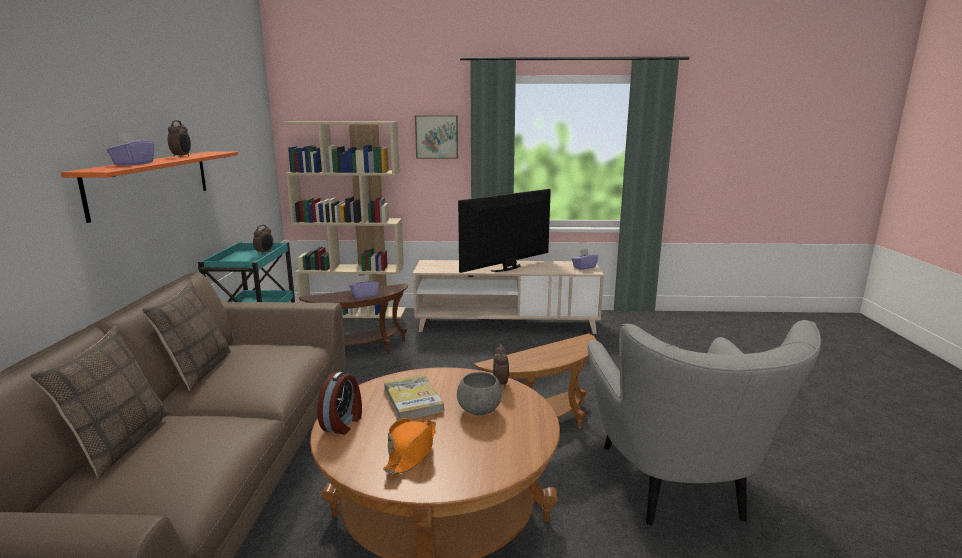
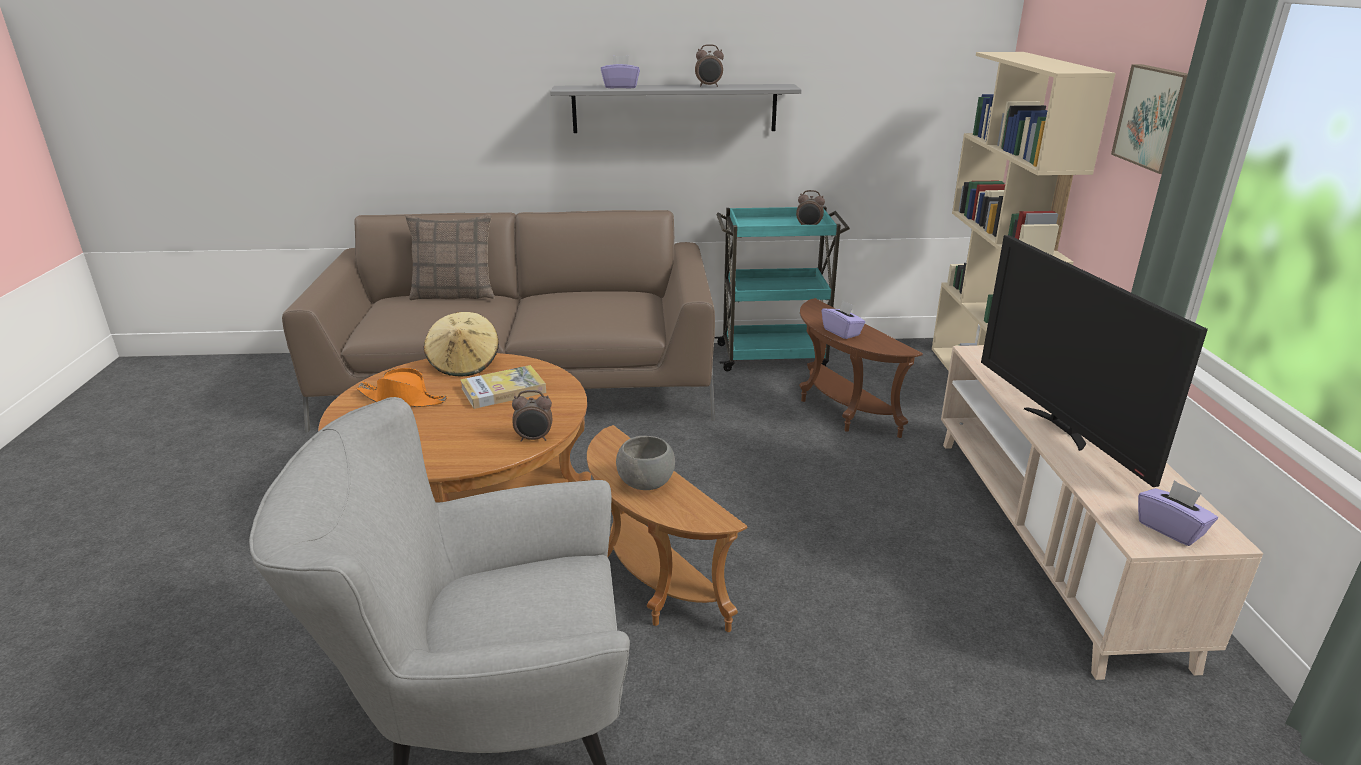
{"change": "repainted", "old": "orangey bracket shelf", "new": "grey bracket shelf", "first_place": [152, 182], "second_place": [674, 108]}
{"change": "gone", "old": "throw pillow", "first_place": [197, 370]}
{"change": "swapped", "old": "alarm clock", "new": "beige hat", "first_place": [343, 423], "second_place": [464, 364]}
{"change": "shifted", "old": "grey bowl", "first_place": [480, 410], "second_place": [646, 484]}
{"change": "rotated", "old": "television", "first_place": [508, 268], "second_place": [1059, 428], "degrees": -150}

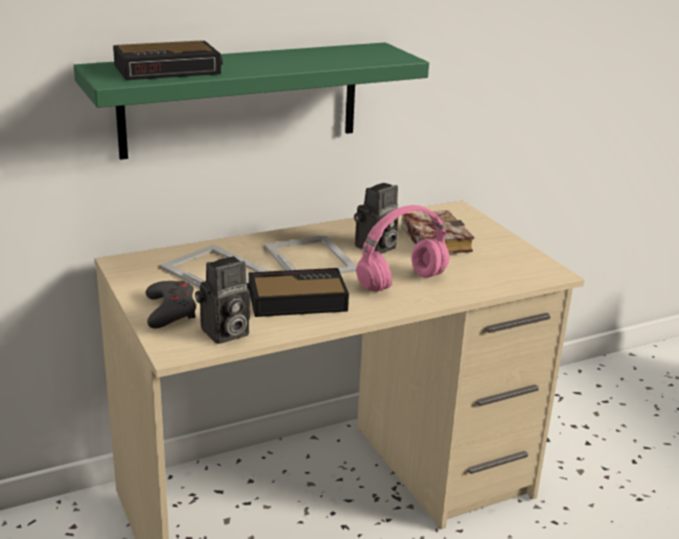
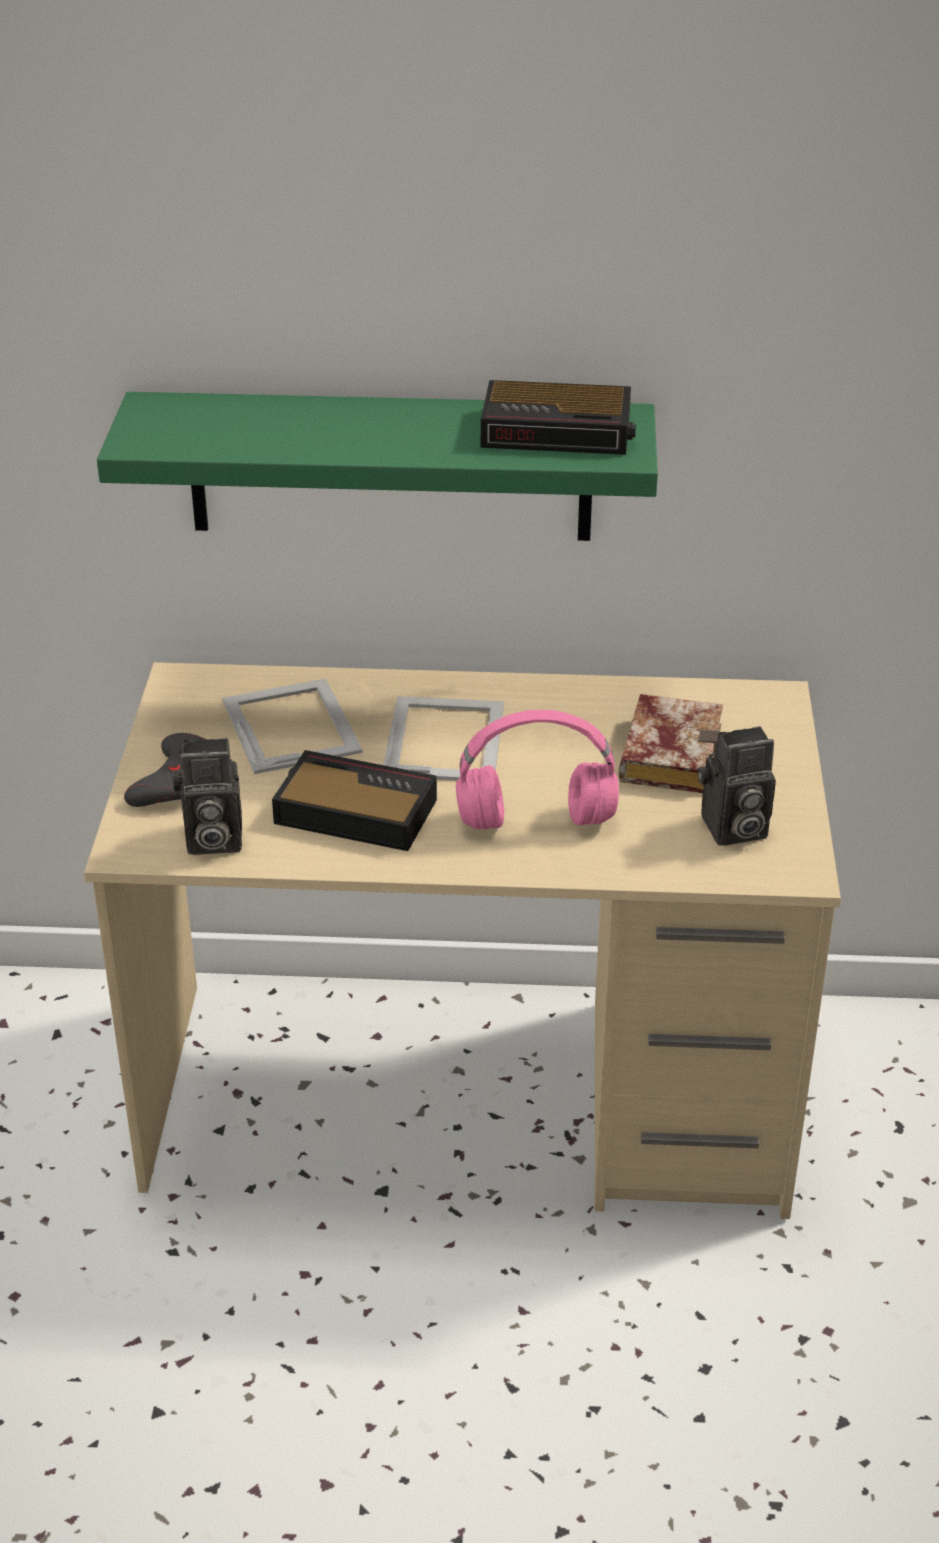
{"change": "shifted", "old": "alarm clock", "first_place": [169, 69], "second_place": [560, 431]}
{"change": "shifted", "old": "photo camera", "first_place": [375, 248], "second_place": [732, 830]}

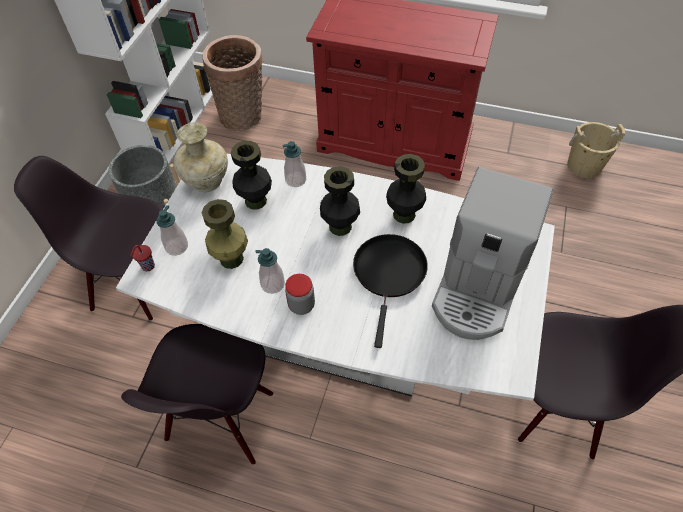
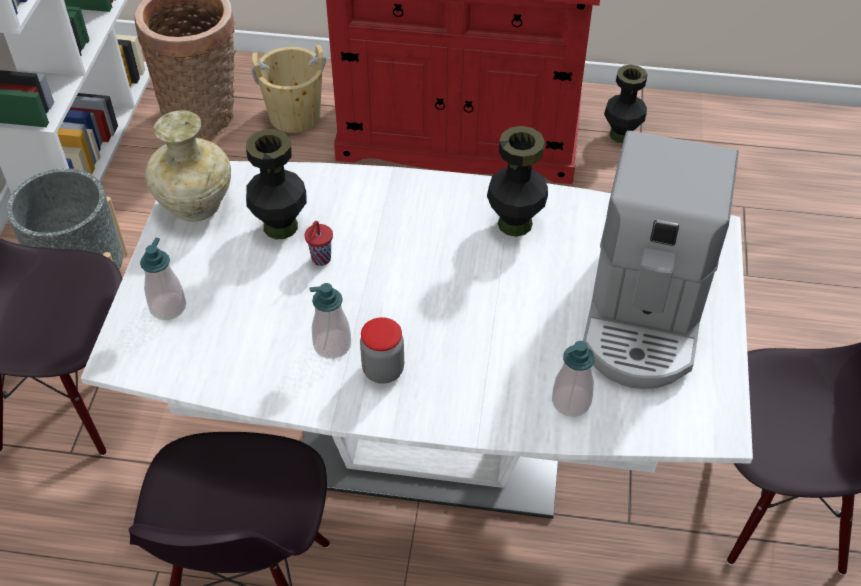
{"change": "shifted", "old": "red drinking cup", "first_place": [147, 267], "second_place": [320, 260]}
{"change": "gone", "old": "green-coloured vase", "first_place": [231, 259]}
{"change": "shifted", "old": "soap dispenser", "first_place": [295, 180], "second_place": [571, 401]}
{"change": "shifted", "old": "black-coloured vase", "first_place": [340, 226], "second_place": [621, 134]}
{"change": "gone", "old": "black-coloured pan", "first_place": [389, 274]}
{"change": "shifted", "old": "beige bucket", "first_place": [584, 166], "second_place": [295, 115]}

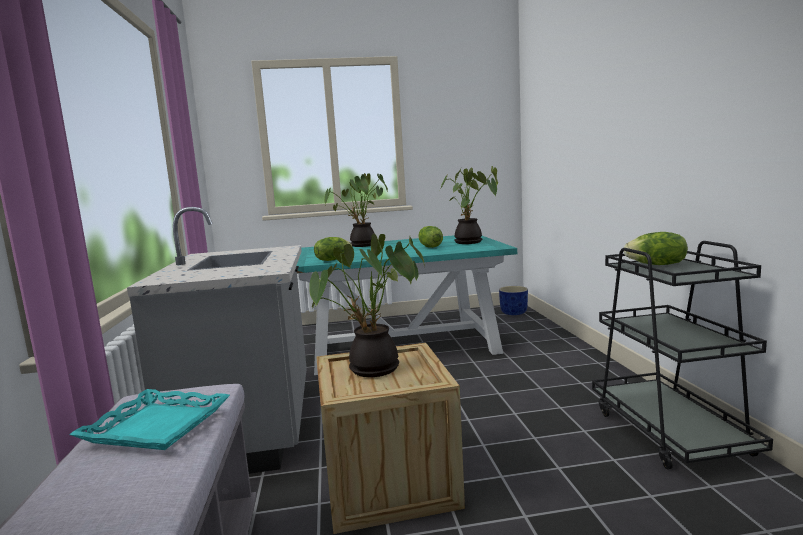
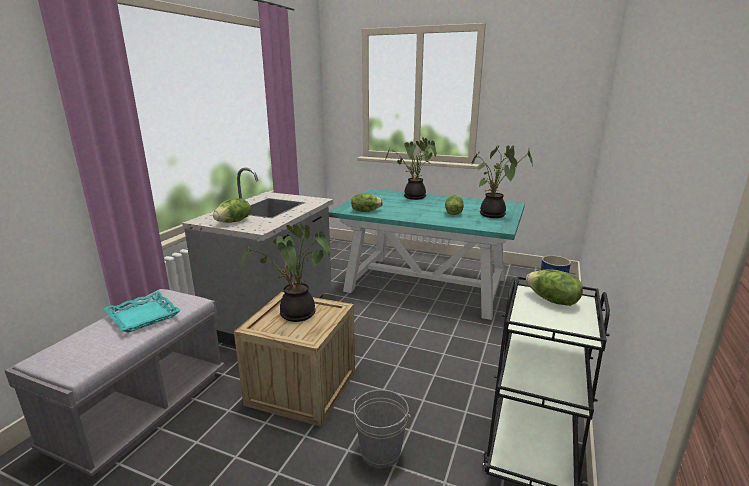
{"change": "new", "new": "lettuce", "second_place": [234, 222]}
{"change": "new", "new": "grey bucket", "second_place": [380, 451]}

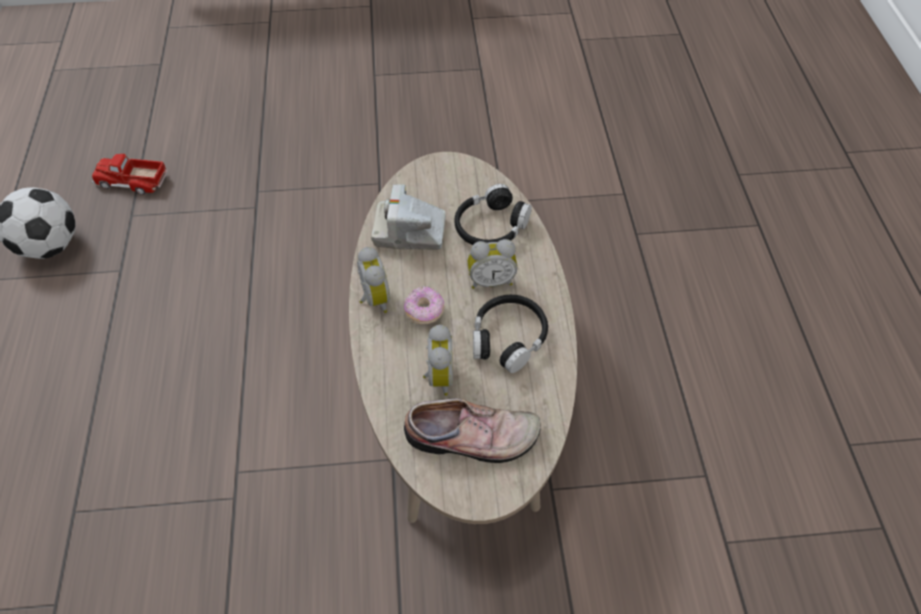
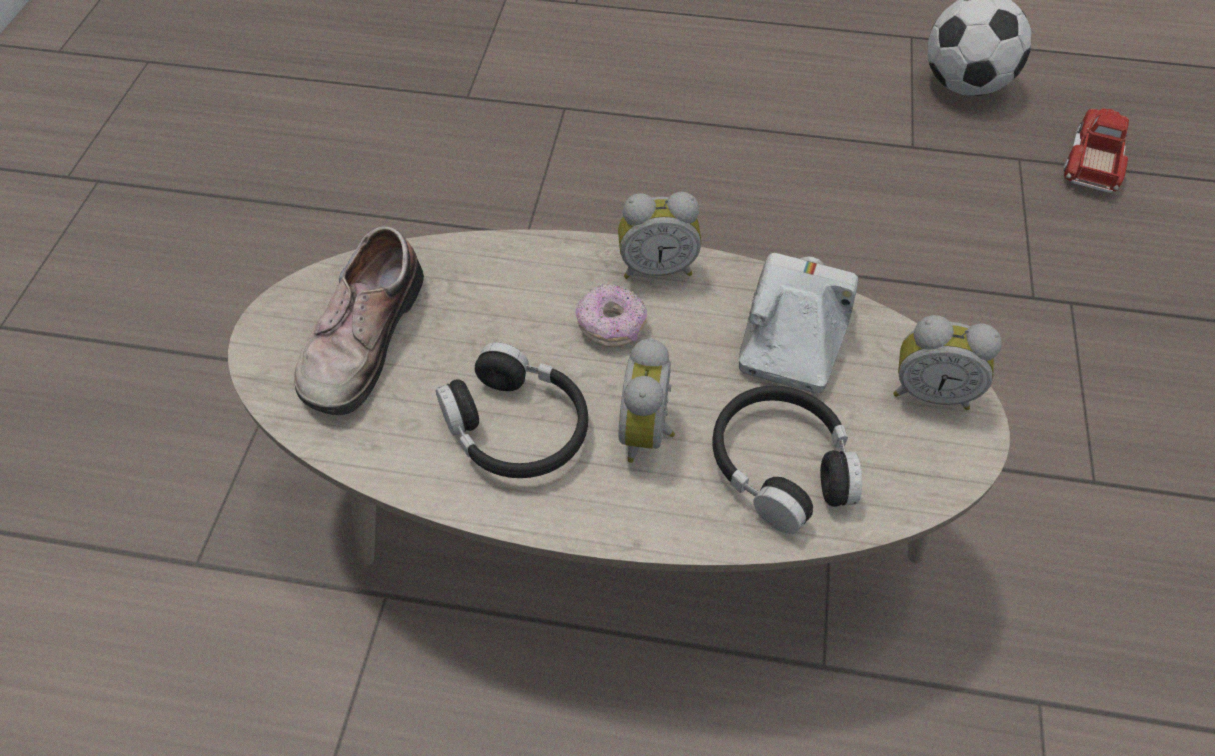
{"change": "shifted", "old": "alarm clock", "first_place": [437, 377], "second_place": [931, 391]}

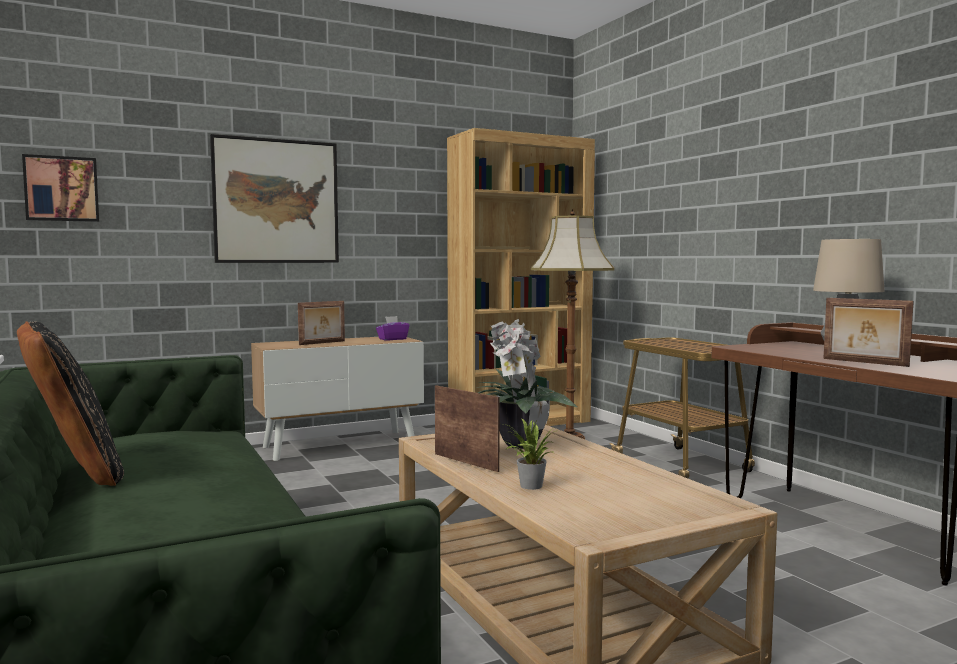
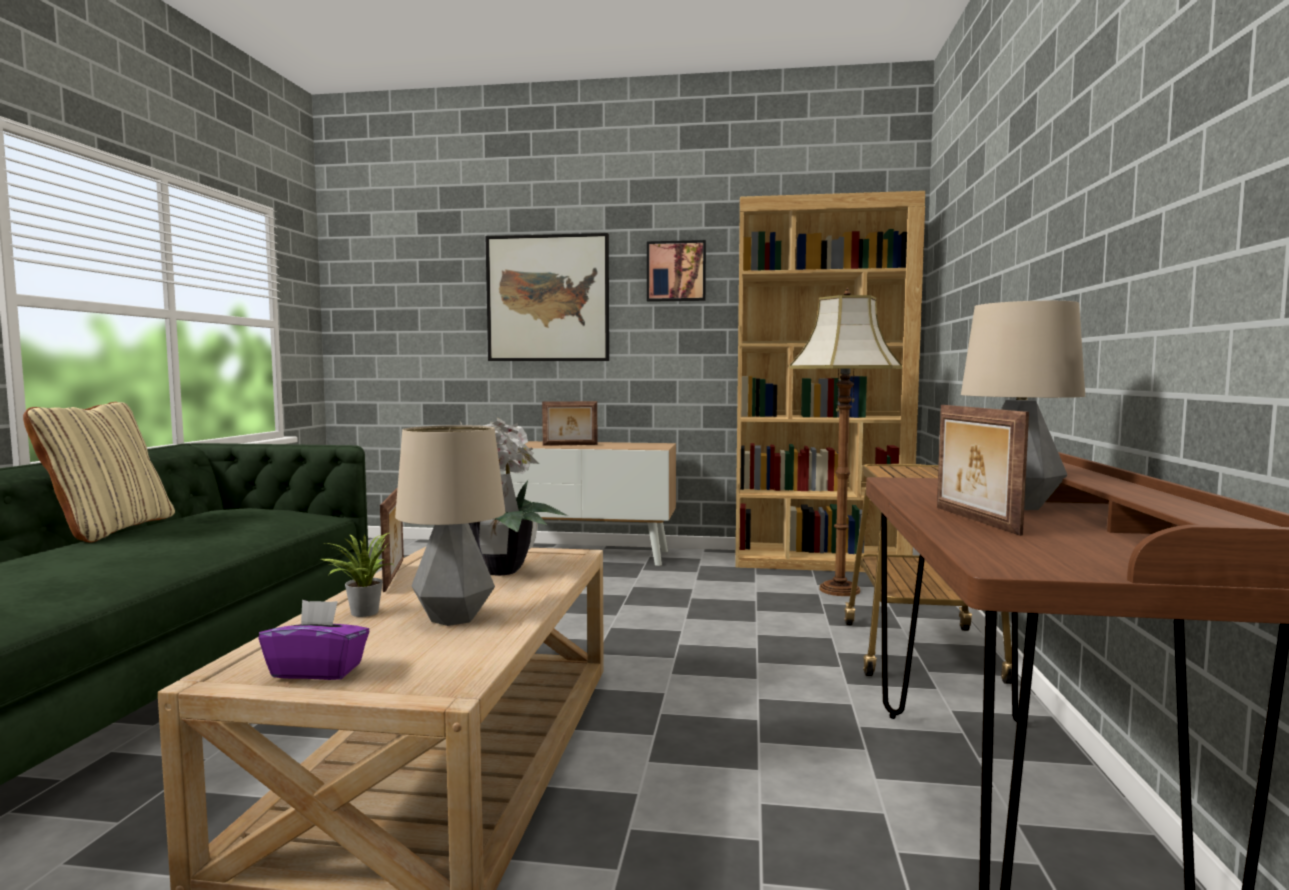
{"change": "repainted", "old": "black-coloured throw pillow", "new": "beige throw pillow", "first_place": [73, 473], "second_place": [109, 529]}
{"change": "shifted", "old": "wall picture", "first_place": [62, 189], "second_place": [676, 271]}
{"change": "shifted", "old": "purplish tissue holder", "first_place": [392, 339], "second_place": [317, 670]}
{"change": "new", "new": "table lamp", "second_place": [453, 618]}

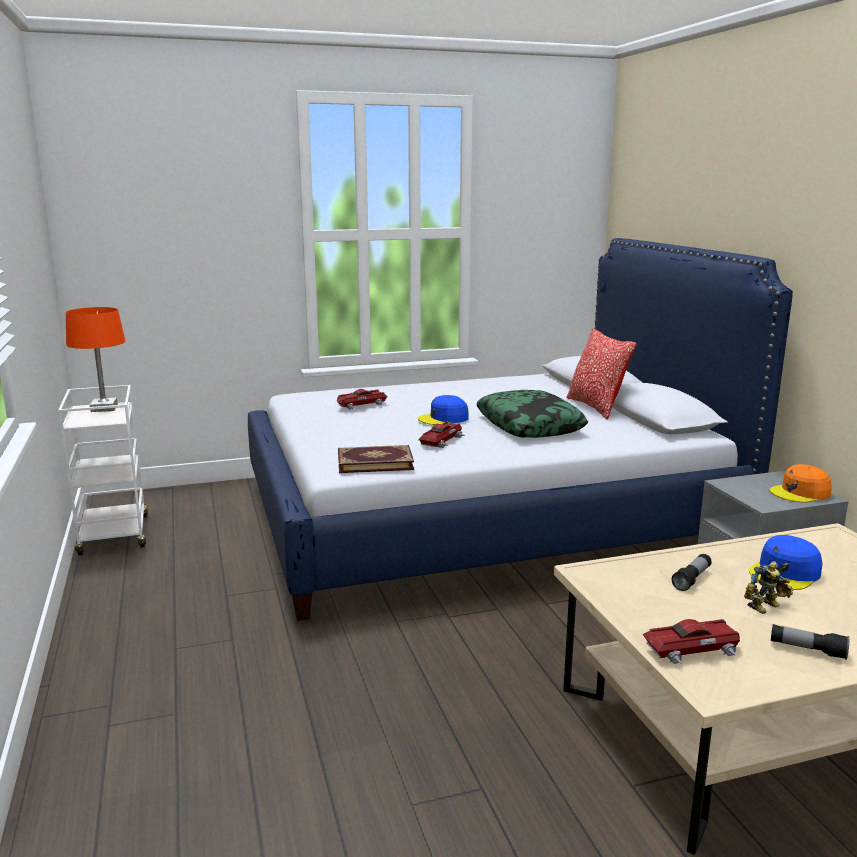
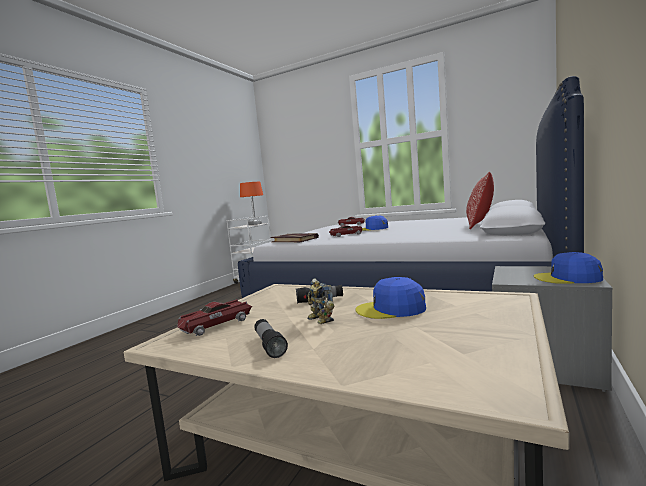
{"change": "gone", "old": "throw pillow", "first_place": [530, 425]}
{"change": "rotated", "old": "model car", "first_place": [692, 648], "second_place": [216, 324], "degrees": 105}
{"change": "rotated", "old": "toy robot", "first_place": [766, 607], "second_place": [319, 320], "degrees": 45}
{"change": "repainted", "old": "orangey baseball cap", "new": "blue-coloured baseball cap", "first_place": [800, 493], "second_place": [568, 278]}

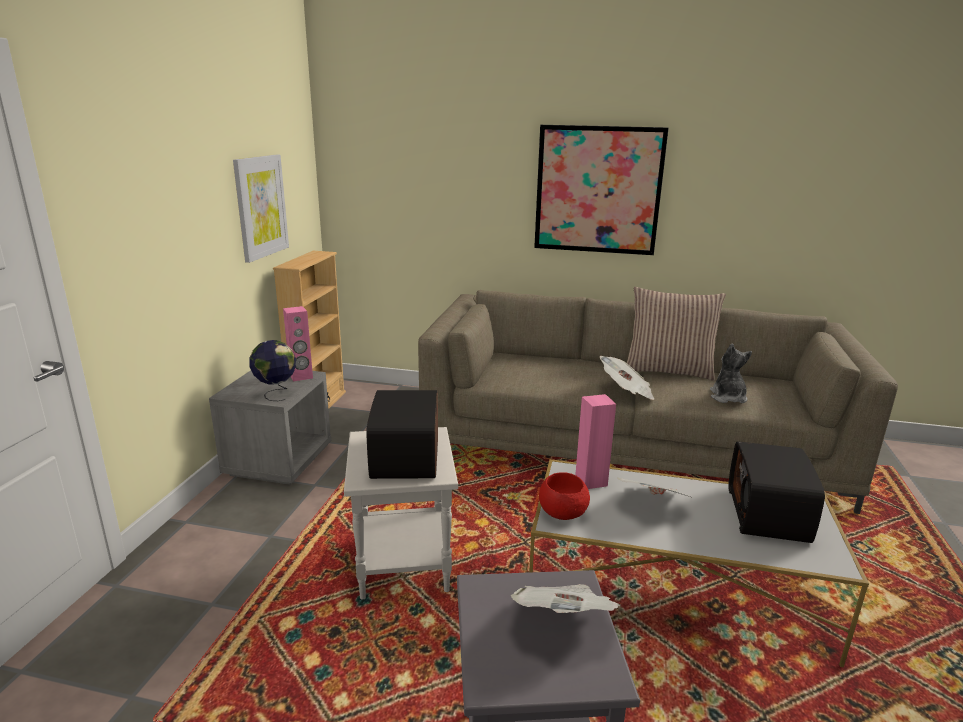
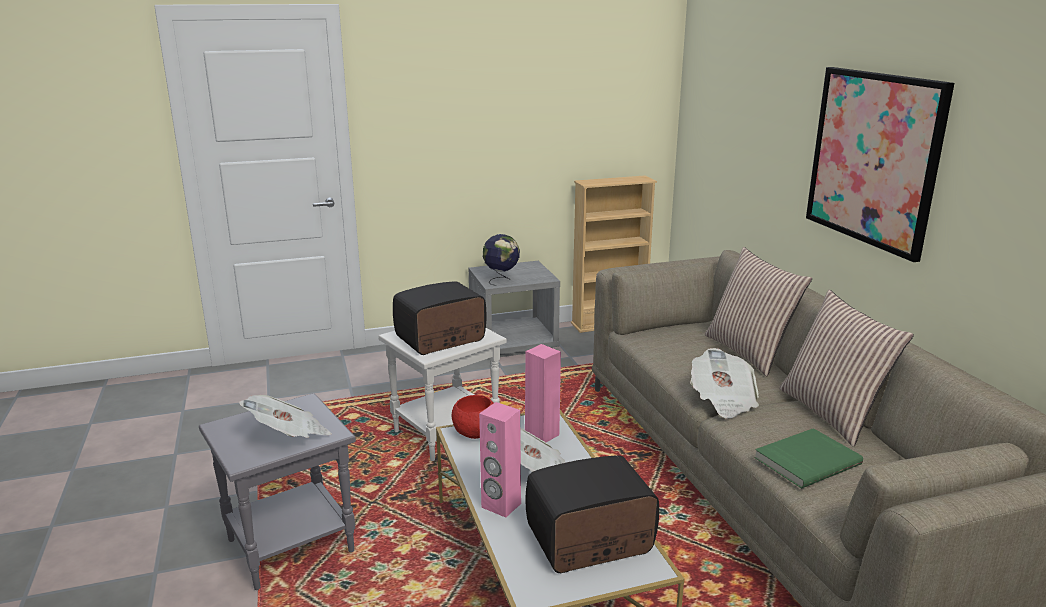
{"change": "gone", "old": "wall picture", "first_place": [261, 206]}
{"change": "shifted", "old": "pinkish loudspeaker", "first_place": [301, 376], "second_place": [501, 505]}
{"change": "swapped", "old": "soft toy", "new": "green-coloured book", "first_place": [727, 397], "second_place": [806, 460]}
{"change": "new", "new": "throw pillow", "second_place": [749, 352]}

